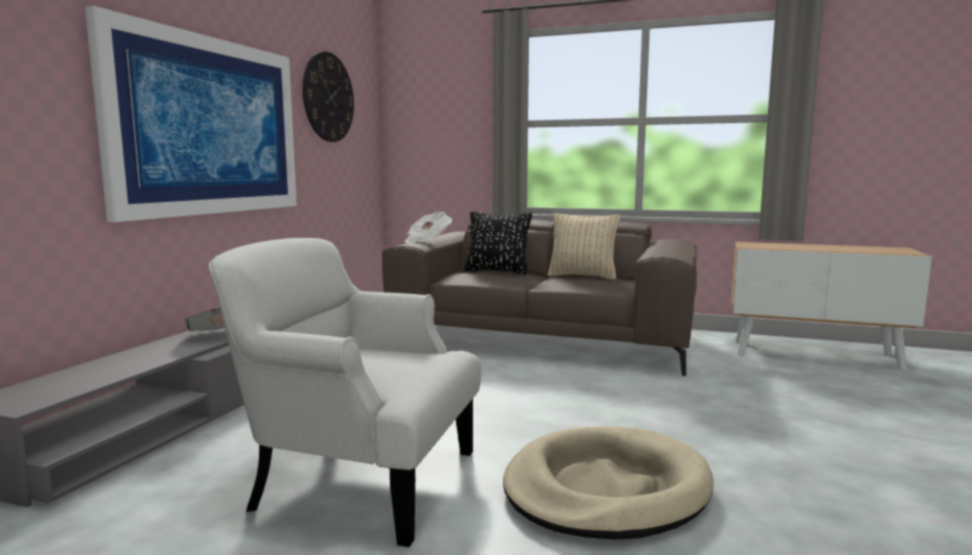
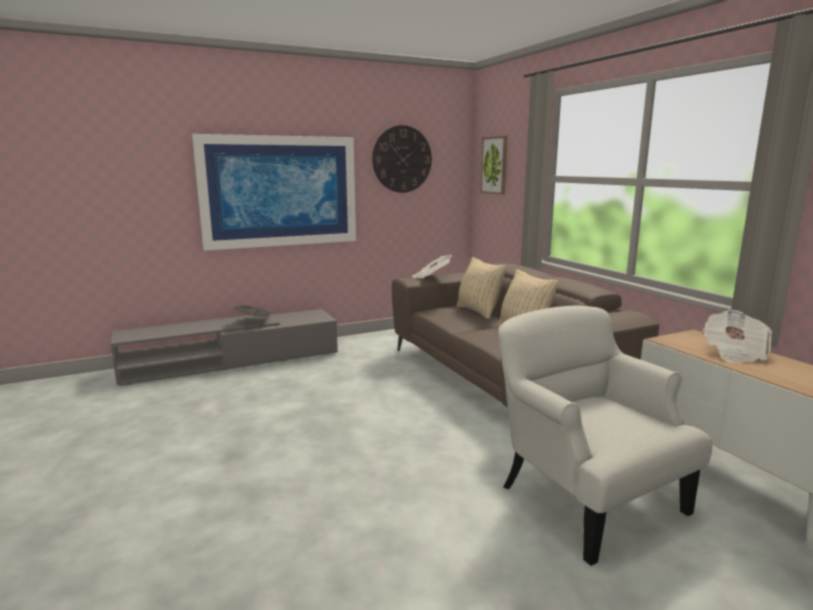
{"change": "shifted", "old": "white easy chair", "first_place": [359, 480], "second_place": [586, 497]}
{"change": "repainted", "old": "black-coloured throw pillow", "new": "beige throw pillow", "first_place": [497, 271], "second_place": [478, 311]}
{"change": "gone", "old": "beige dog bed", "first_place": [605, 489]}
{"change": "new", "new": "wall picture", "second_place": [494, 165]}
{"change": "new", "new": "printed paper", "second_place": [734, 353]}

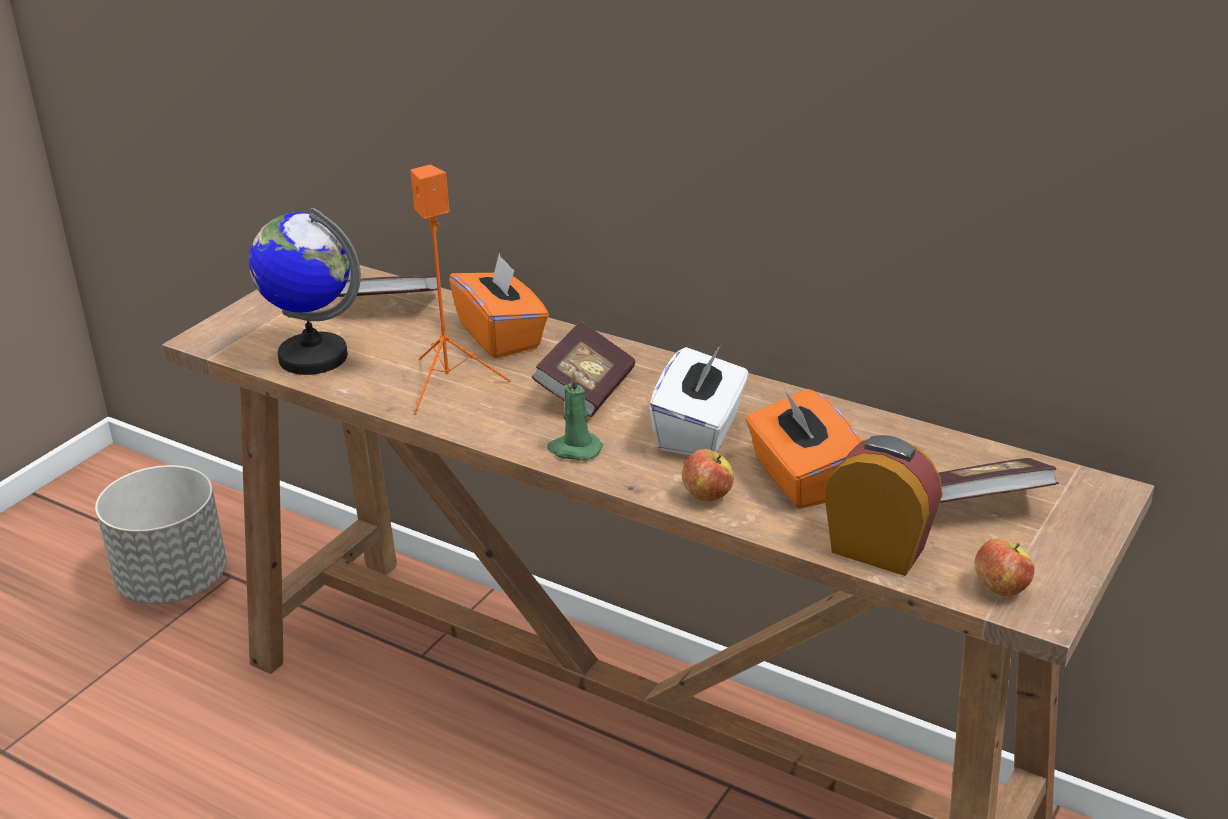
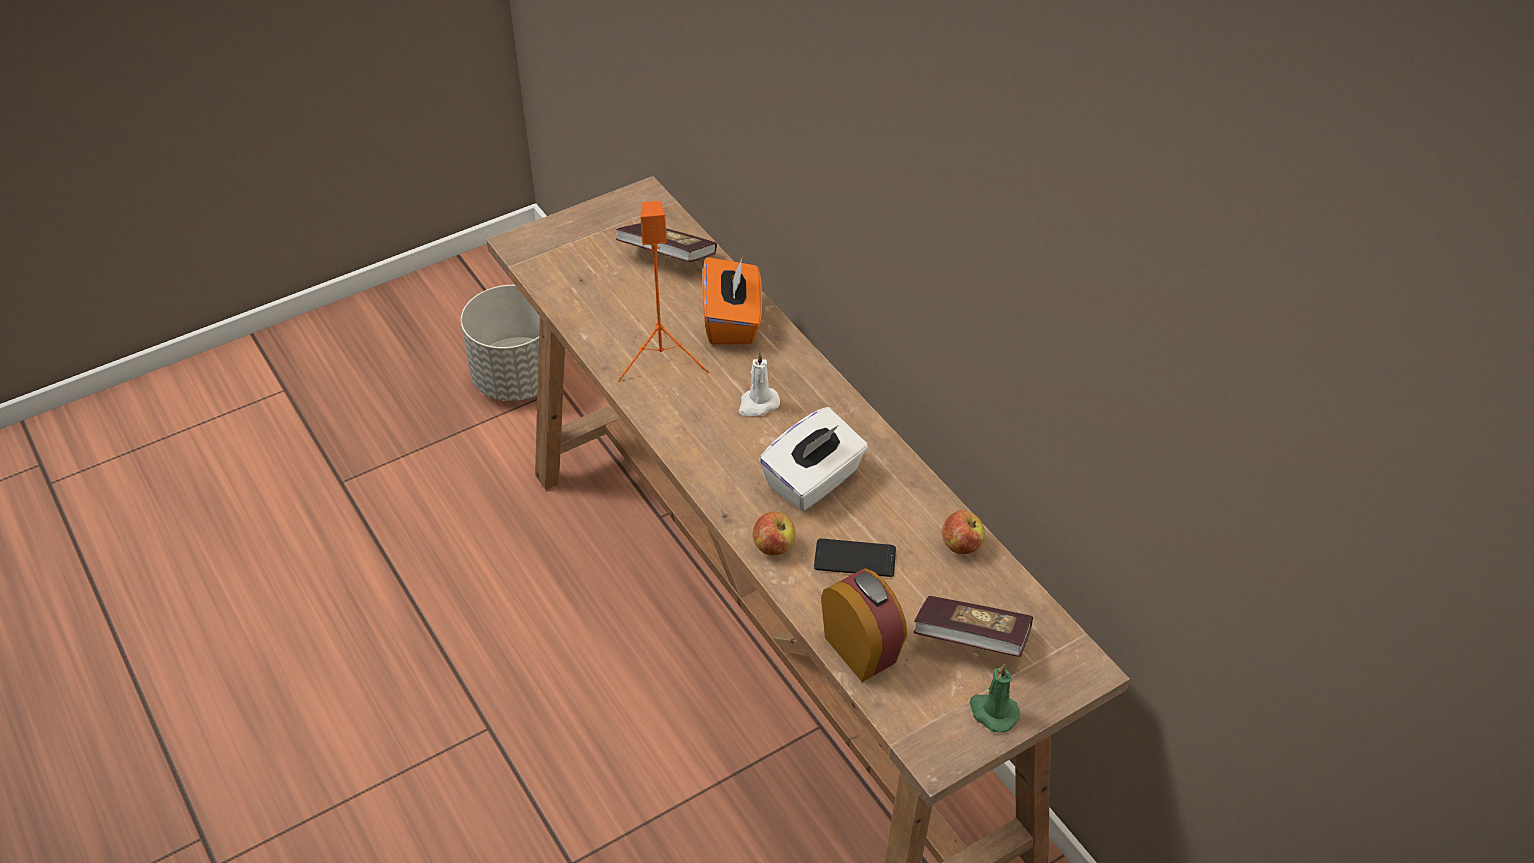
{"change": "gone", "old": "globe", "first_place": [313, 357]}
{"change": "swapped", "old": "book", "new": "white candle", "first_place": [586, 390], "second_place": [758, 404]}
{"change": "shifted", "old": "green-coloured candle", "first_place": [574, 449], "second_place": [992, 712]}
{"change": "swapped", "old": "orangey tissue holder", "new": "handset", "first_place": [801, 479], "second_place": [855, 559]}
{"change": "shifted", "old": "apple fruit", "first_place": [1000, 589], "second_place": [961, 545]}

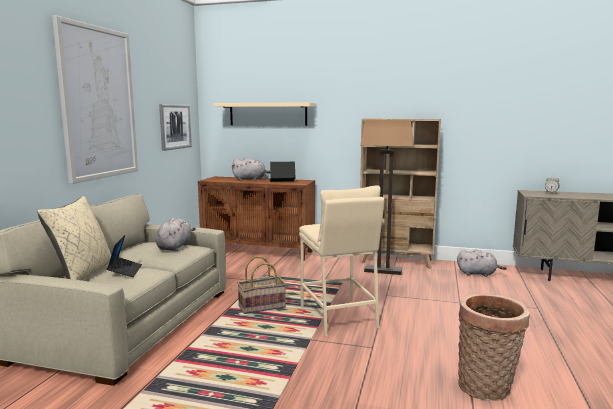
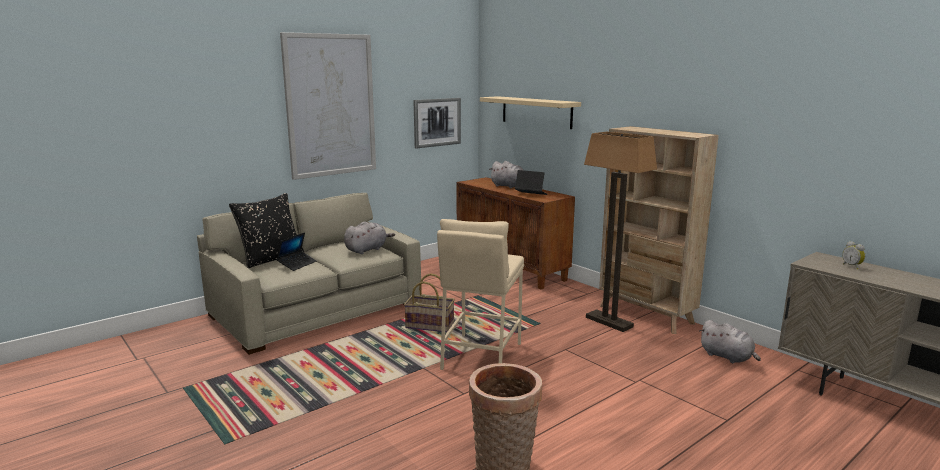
{"change": "repainted", "old": "beige throw pillow", "new": "black-coloured throw pillow", "first_place": [83, 272], "second_place": [271, 259]}

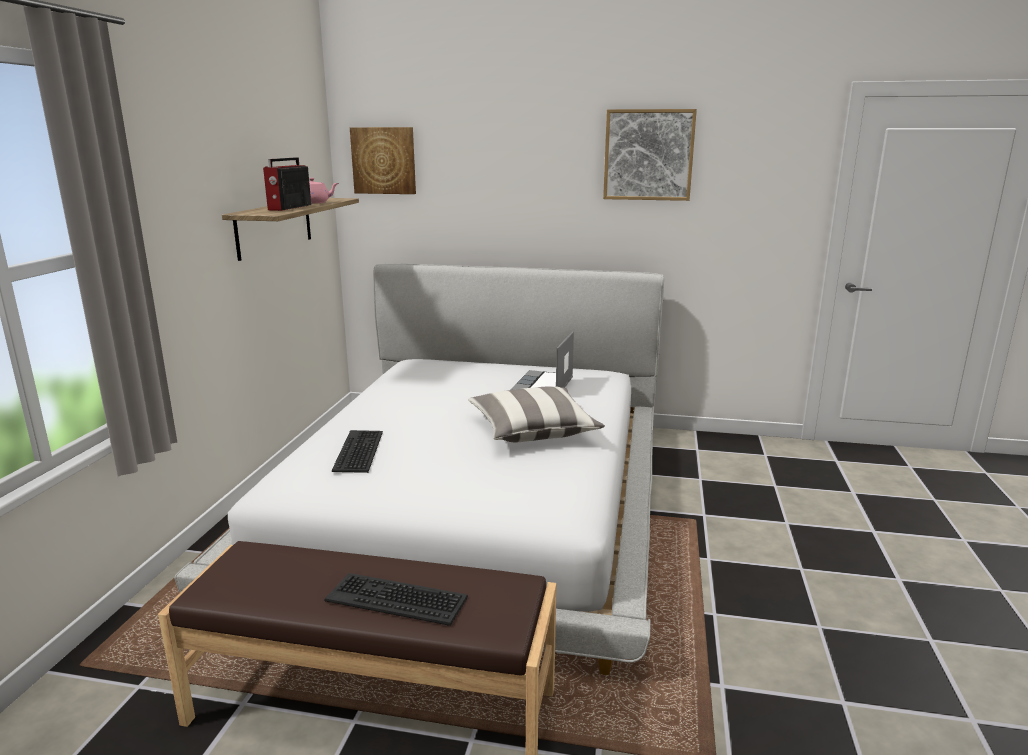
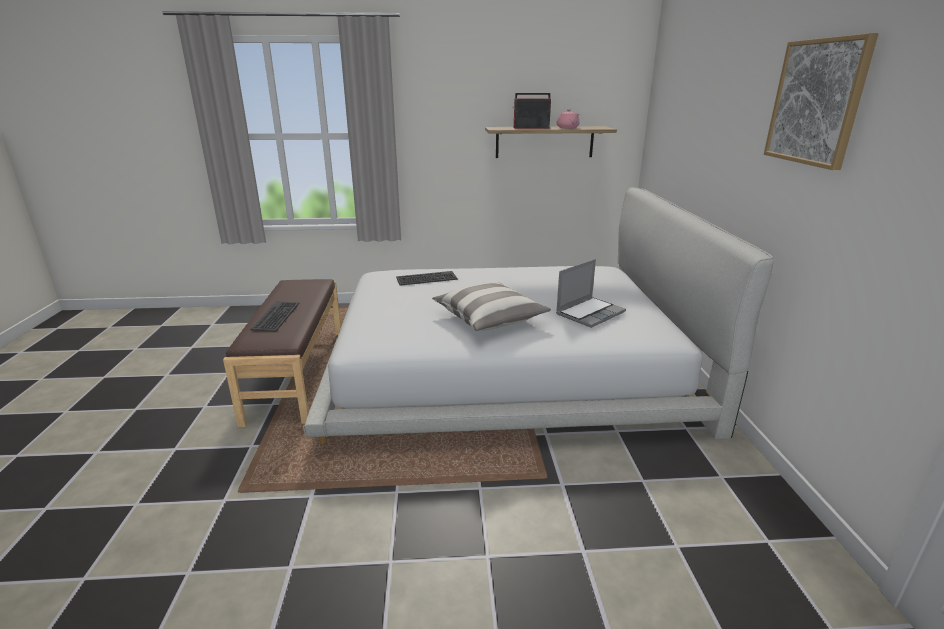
{"change": "gone", "old": "wall picture", "first_place": [384, 160]}
{"change": "rotated", "old": "notebook computer", "first_place": [543, 386], "second_place": [590, 313], "degrees": 135}

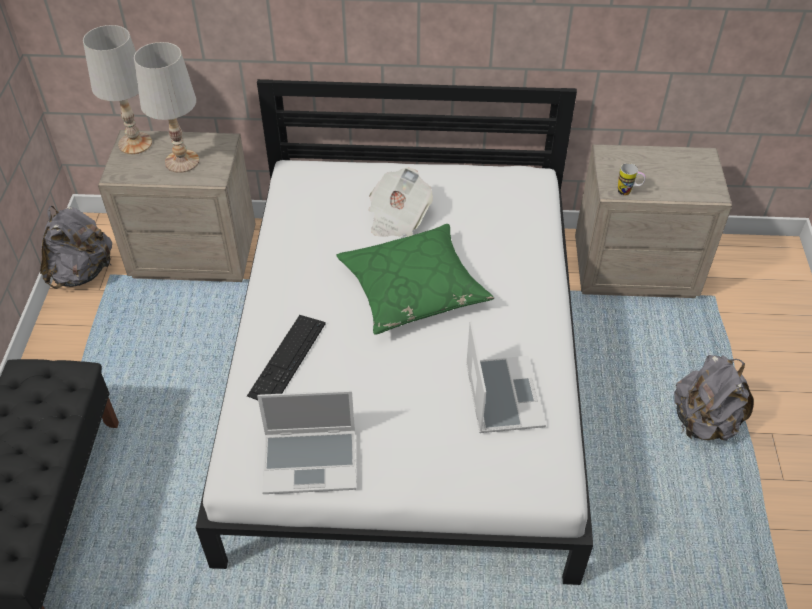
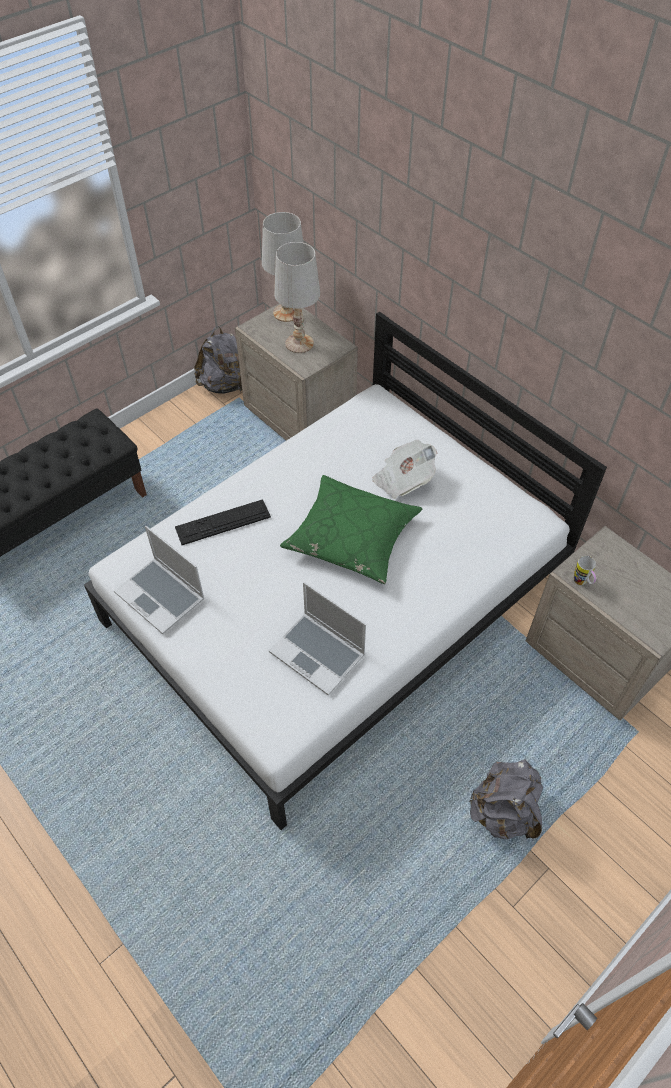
{"change": "rotated", "old": "notebook computer", "first_place": [502, 395], "second_place": [319, 654], "degrees": 90}

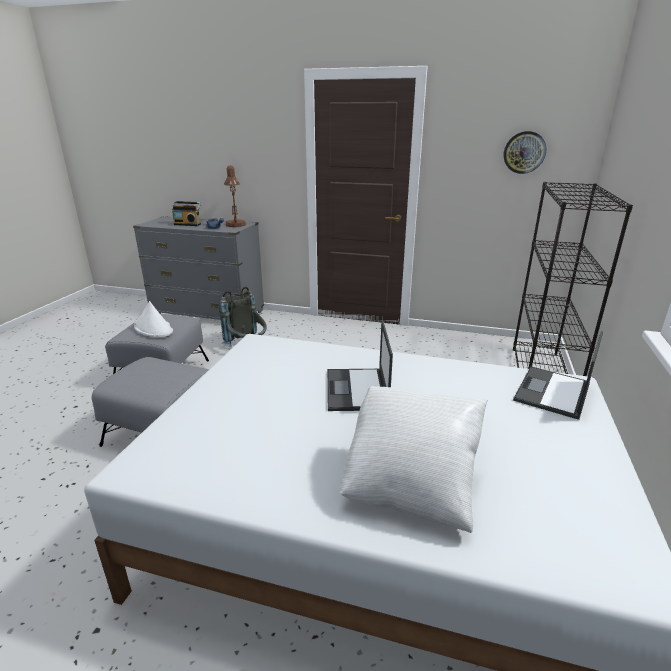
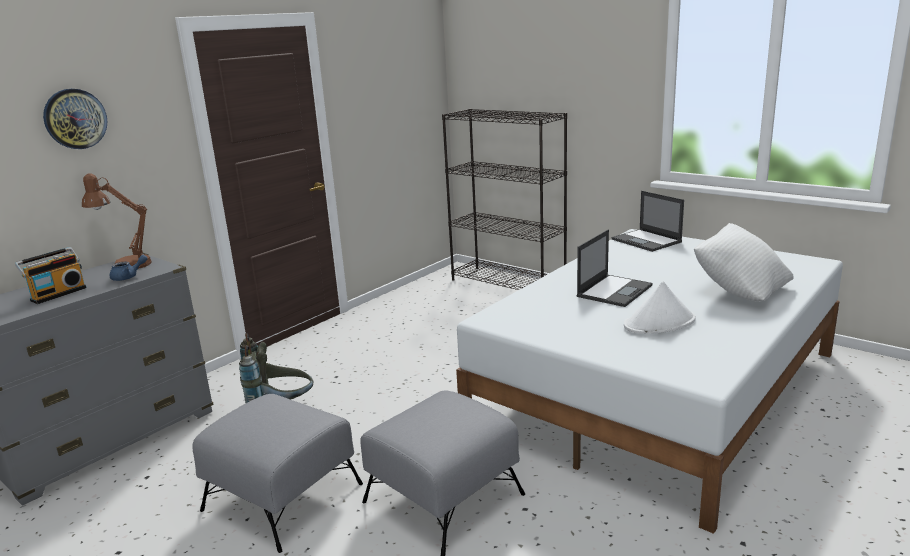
{"change": "shifted", "old": "white hat", "first_place": [153, 328], "second_place": [660, 323]}
{"change": "rotated", "old": "notebook computer", "first_place": [357, 390], "second_place": [614, 290], "degrees": -75}
{"change": "shifted", "old": "clock on the wall", "first_place": [524, 152], "second_place": [75, 119]}

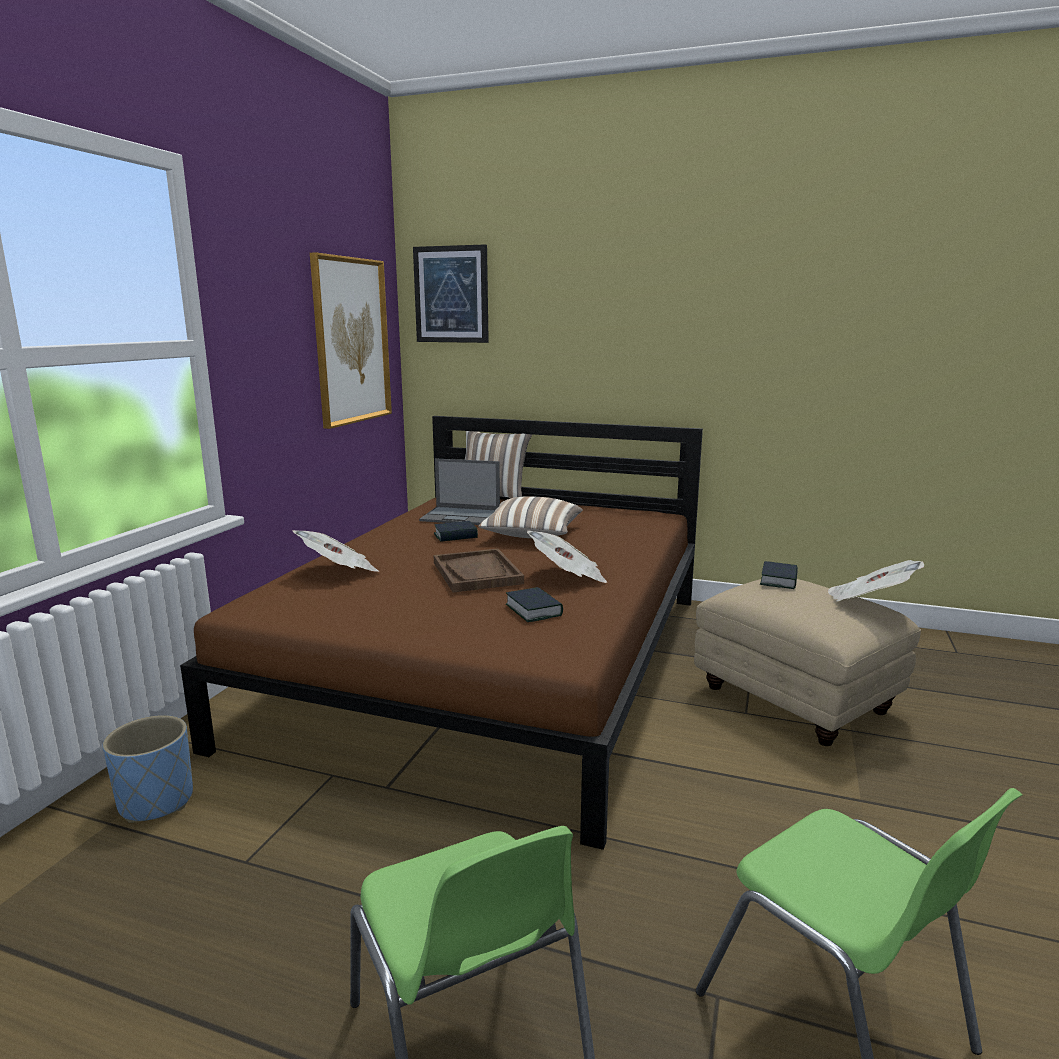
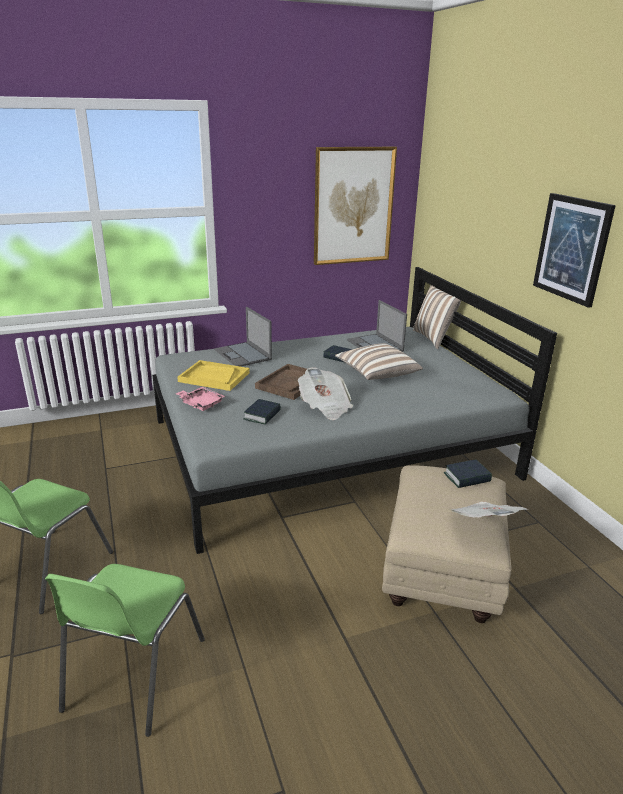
{"change": "gone", "old": "blue-coloured plant pot", "first_place": [156, 801]}
{"change": "repainted", "old": "brown bedroom bed", "new": "grey bedroom bed", "first_place": [495, 662], "second_place": [328, 447]}
{"change": "swapped", "old": "printed paper", "new": "notebook computer", "first_place": [339, 571], "second_place": [243, 355]}
{"change": "shifted", "old": "wall picture", "first_place": [451, 294], "second_place": [572, 248]}
{"change": "new", "new": "pinkish carrying tray", "second_place": [201, 403]}
{"change": "new", "new": "yellowish carrying tray", "second_place": [214, 377]}

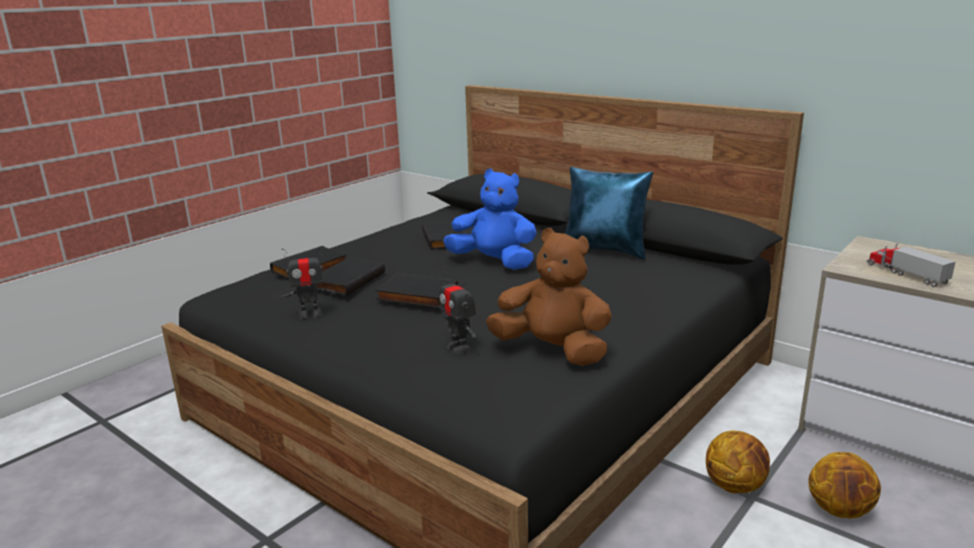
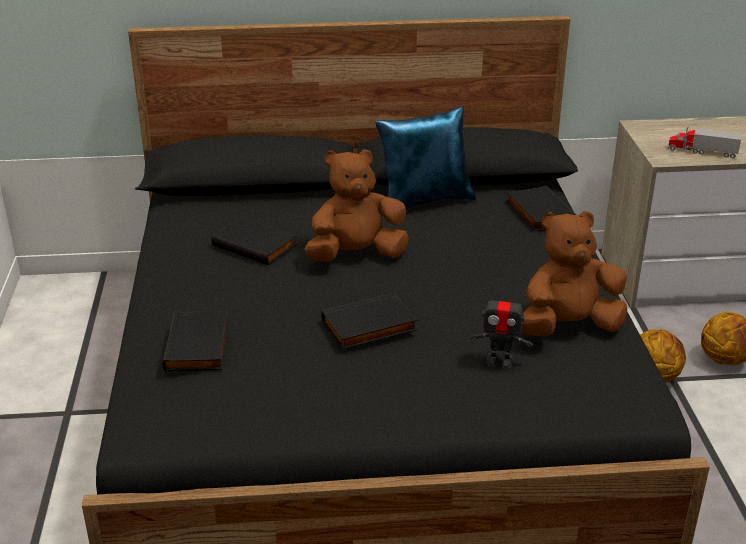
{"change": "gone", "old": "toy robot", "first_place": [310, 314]}
{"change": "shifted", "old": "black-coloured book", "first_place": [347, 280], "second_place": [538, 213]}
{"change": "repainted", "old": "blue-coloured soft toy", "new": "brown soft toy", "first_place": [494, 262], "second_place": [356, 255]}

